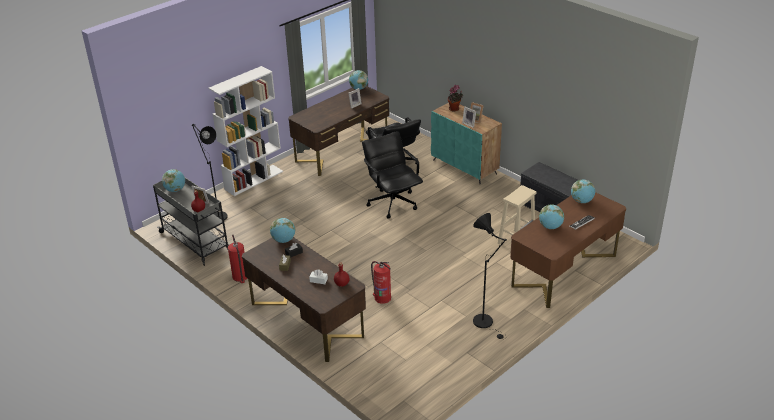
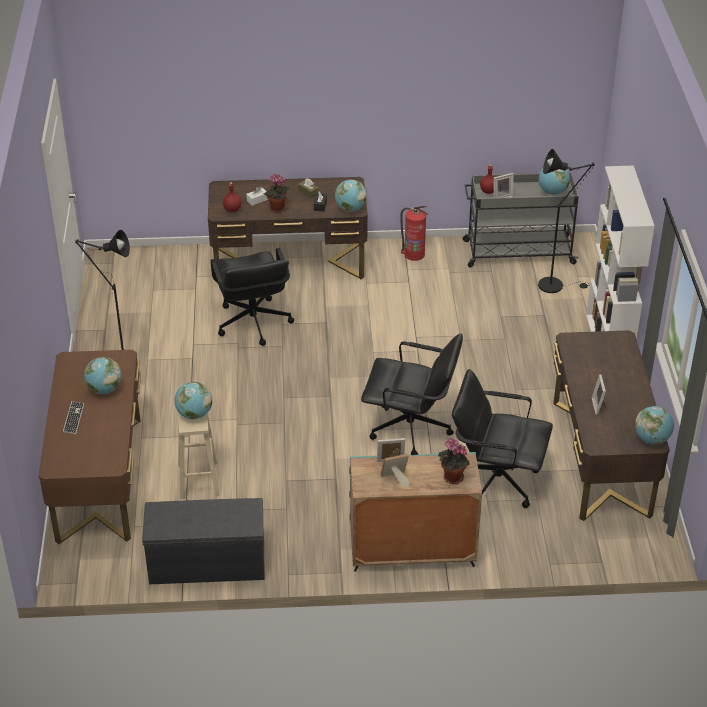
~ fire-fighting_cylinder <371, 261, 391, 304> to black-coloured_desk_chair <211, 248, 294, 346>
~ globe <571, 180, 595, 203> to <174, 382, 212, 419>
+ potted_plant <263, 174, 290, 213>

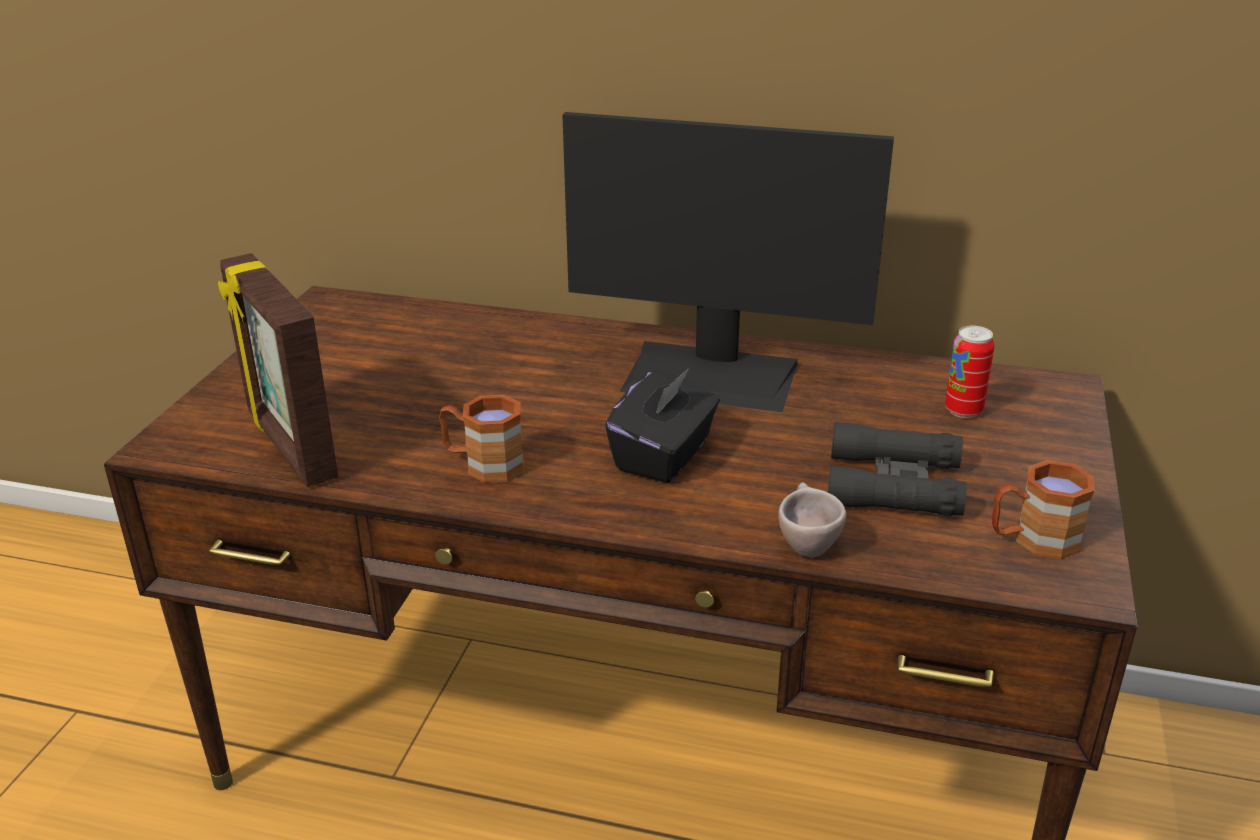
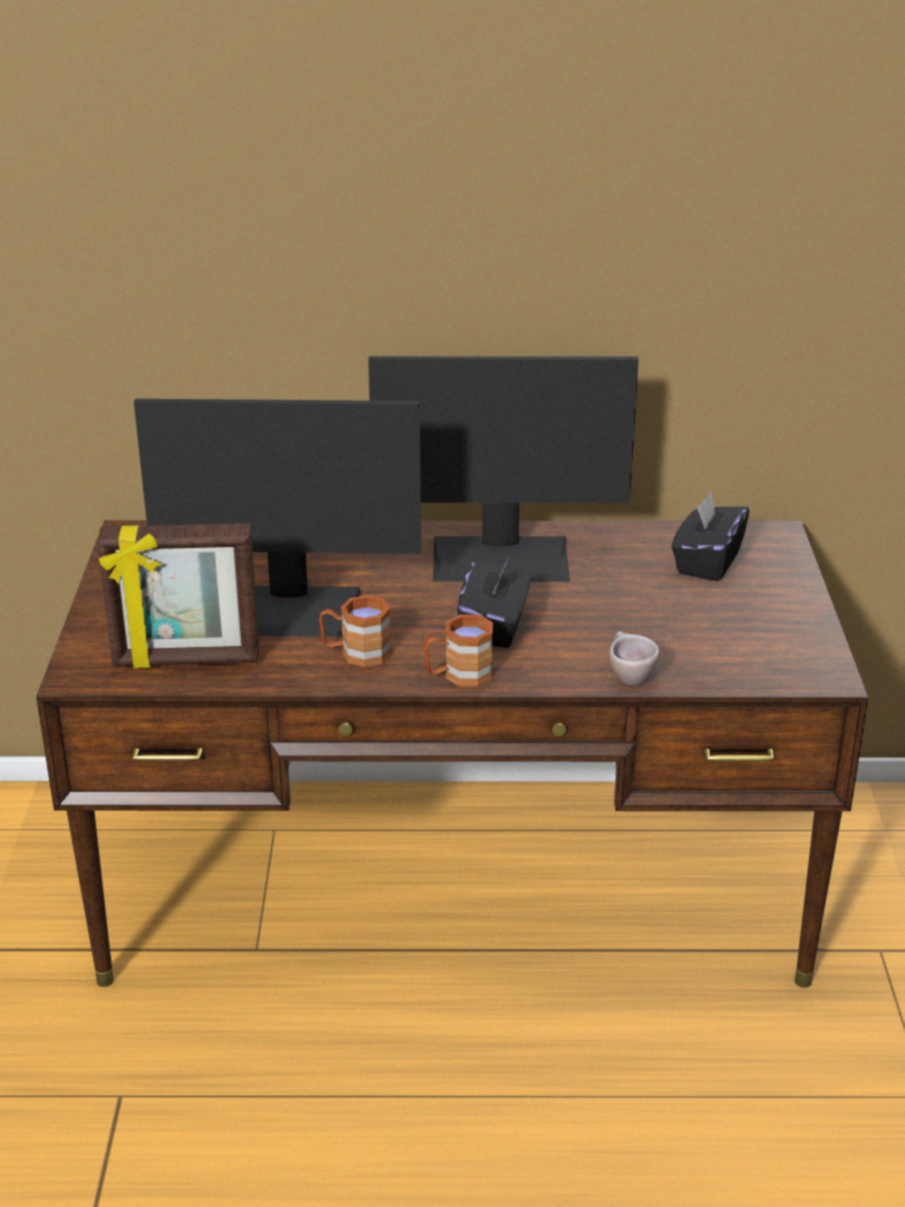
~ standing_frame <218, 253, 338, 487> = <97, 523, 259, 669> 45 degrees counterclockwise
- black-coloured_pair_of_binoculars <828, 422, 967, 516>
~ can <945, 326, 994, 418> to black-coloured_tissue_box <671, 492, 750, 581>
~ brown_tea_mug <992, 460, 1094, 560> to <424, 614, 493, 687>
+ computer_screen <134, 399, 421, 637>

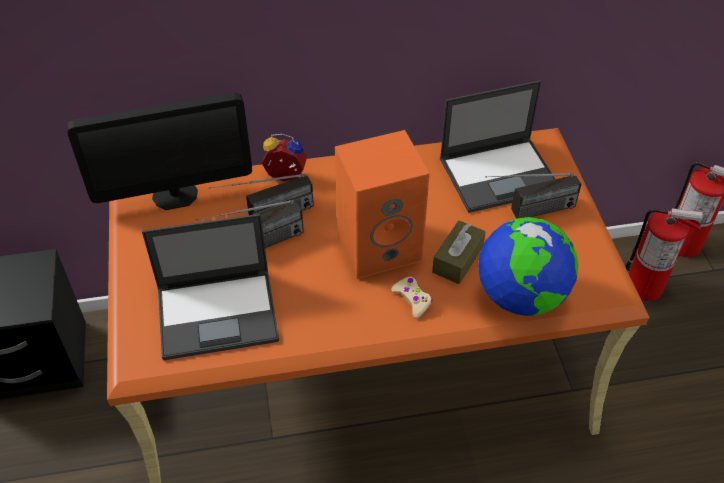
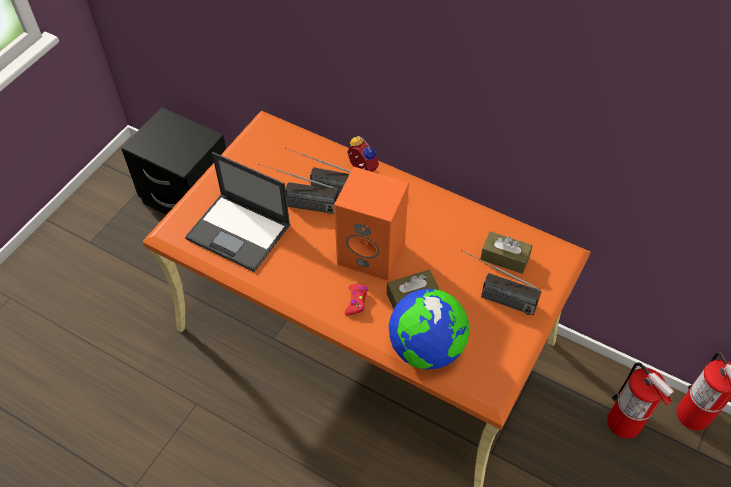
- computer_screen <67, 93, 252, 210>
~ beige_gamepad <391, 277, 432, 318> to red_gamepad <345, 284, 367, 316>
~ notebook_computer <440, 81, 555, 213> to brown_tissue_box <480, 231, 532, 274>

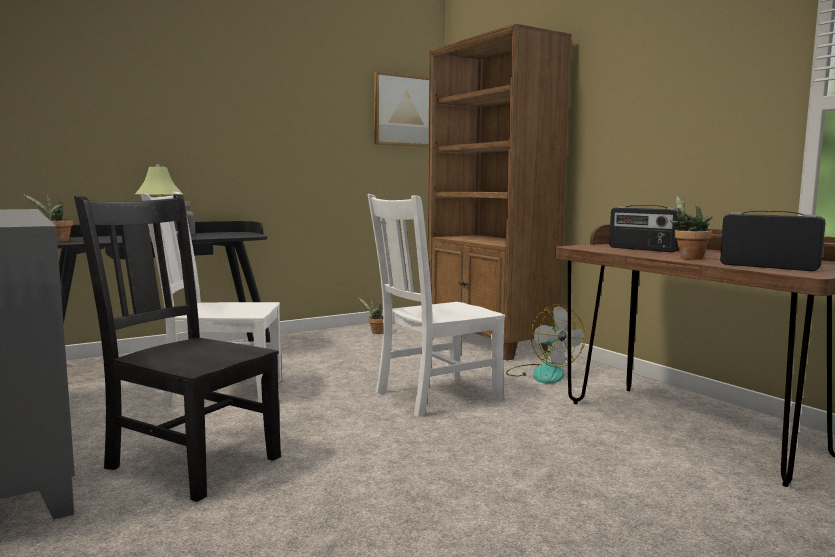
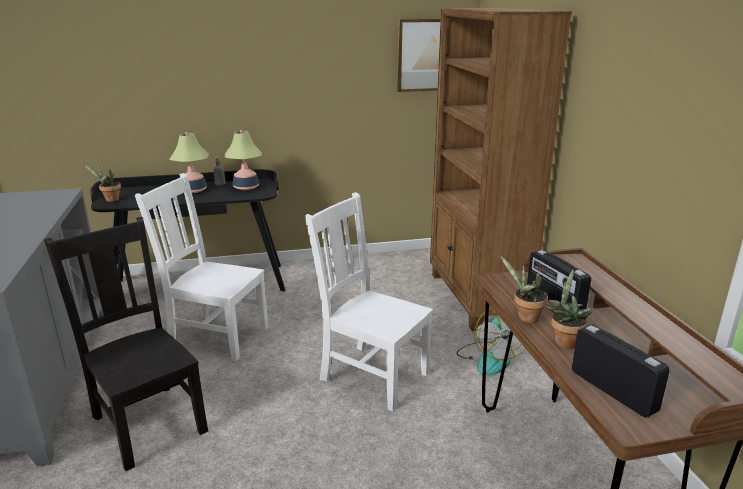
~ potted_plant <358, 297, 383, 334> to <500, 255, 548, 323>
~ white_chair <368, 194, 505, 417> = <305, 192, 433, 411> 45 degrees clockwise
+ table_lamp <225, 130, 262, 190>

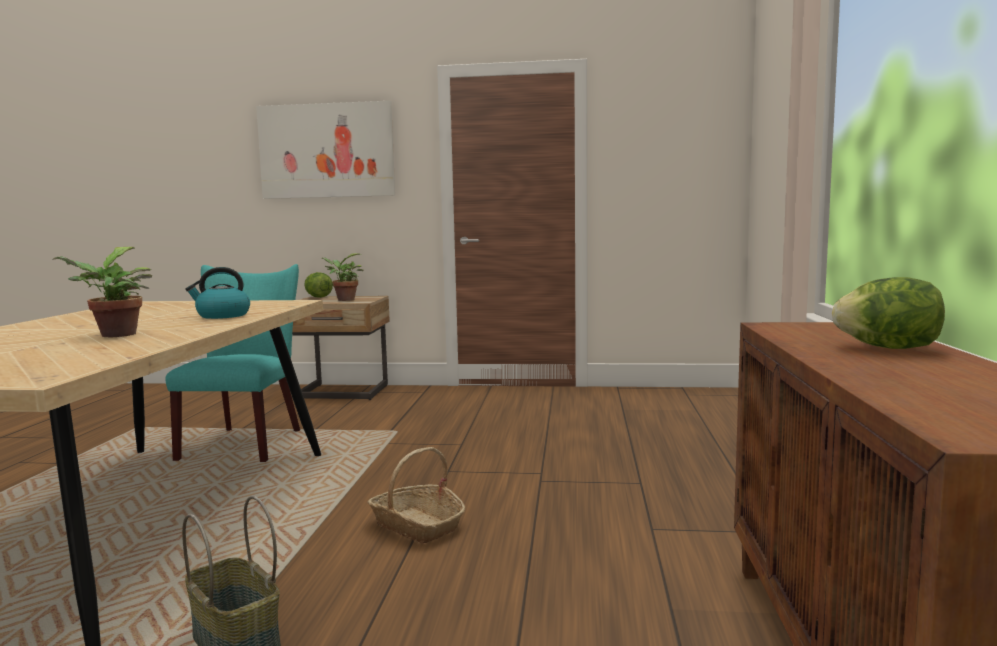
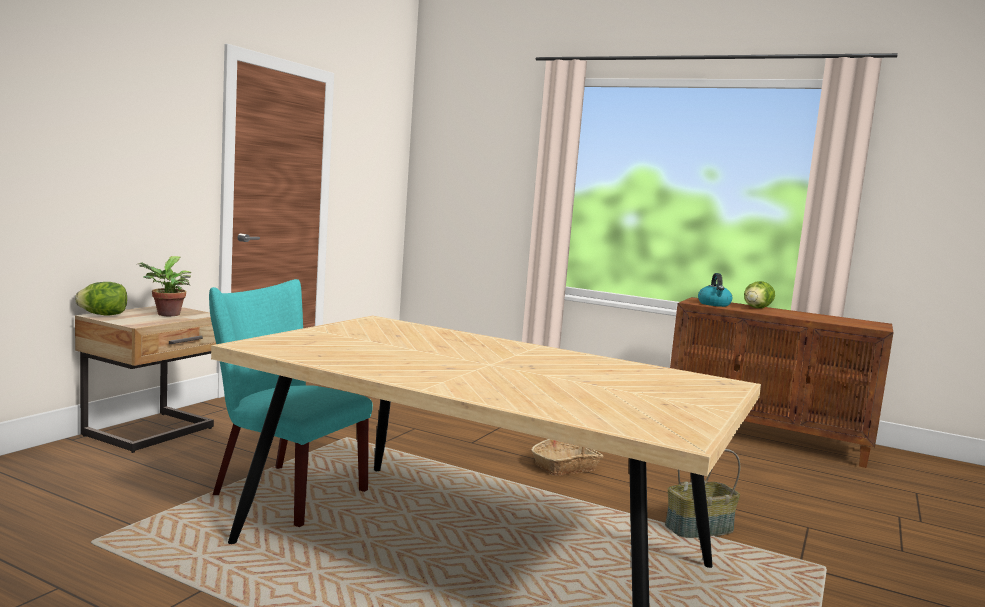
- potted_plant <52, 247, 153, 337>
~ tea_kettle <185, 267, 250, 319> to <698, 273, 732, 307>
- picture <256, 101, 395, 199>

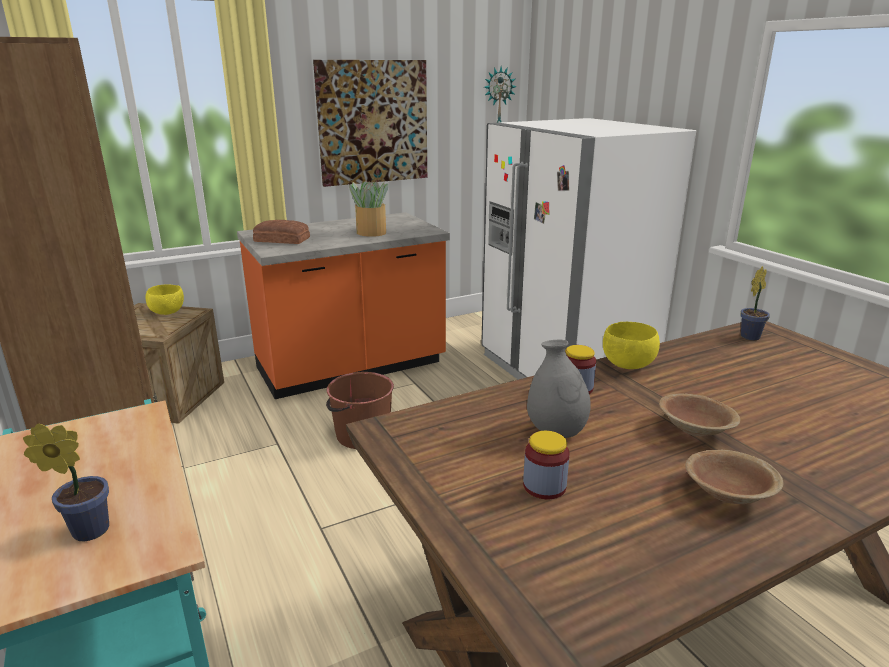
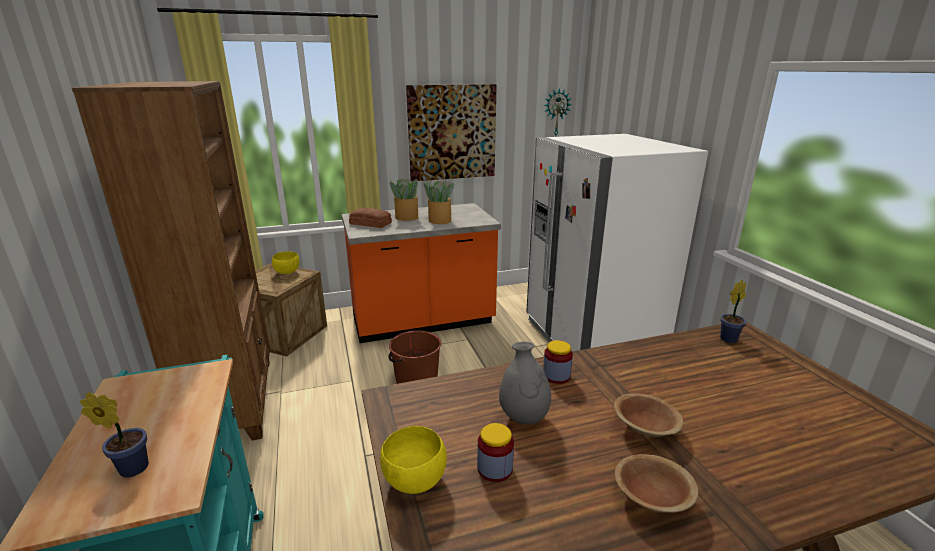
~ yellow-coloured_deep_dish <603, 322, 660, 369> to <380, 426, 447, 494>
+ potted_plant <390, 178, 418, 221>

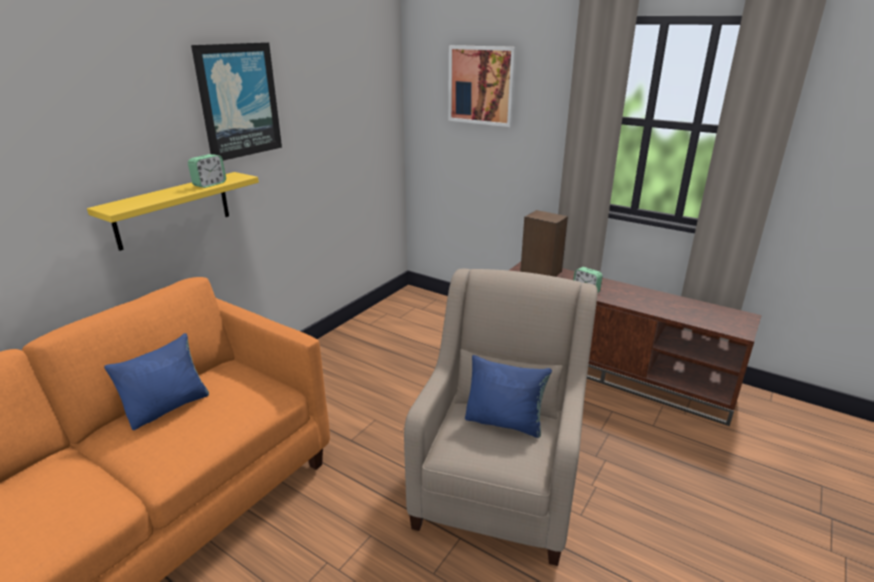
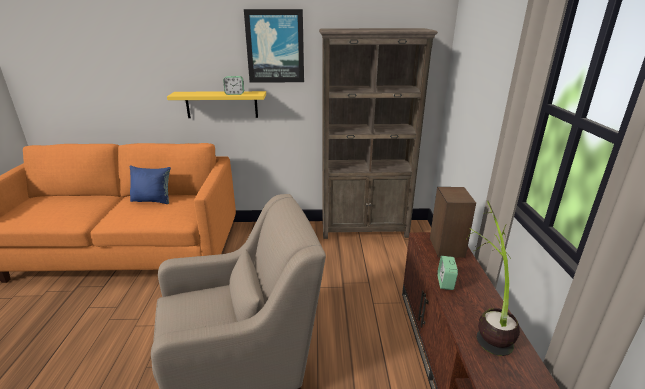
- picture <448, 45, 517, 127>
- blue_pillow <465, 355, 552, 438>
+ brown_bookshelf <319, 28, 438, 239>
+ potted_plant <467, 201, 520, 356>

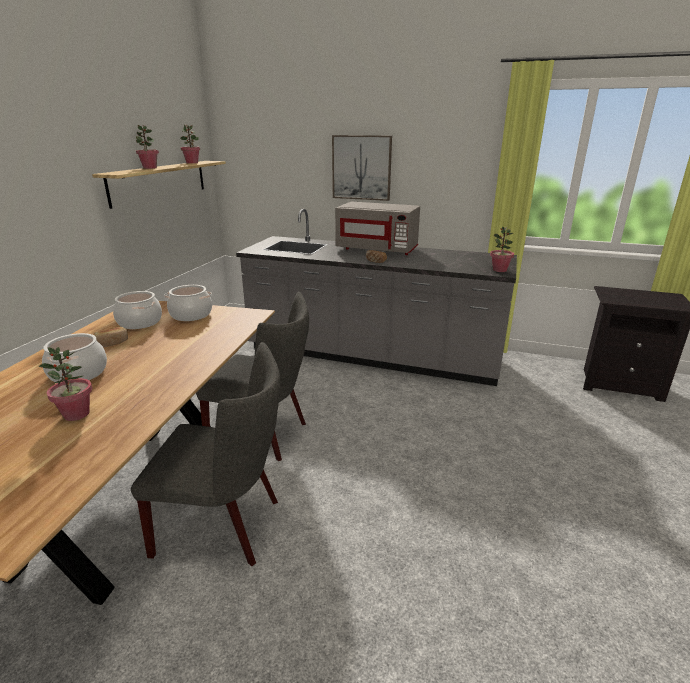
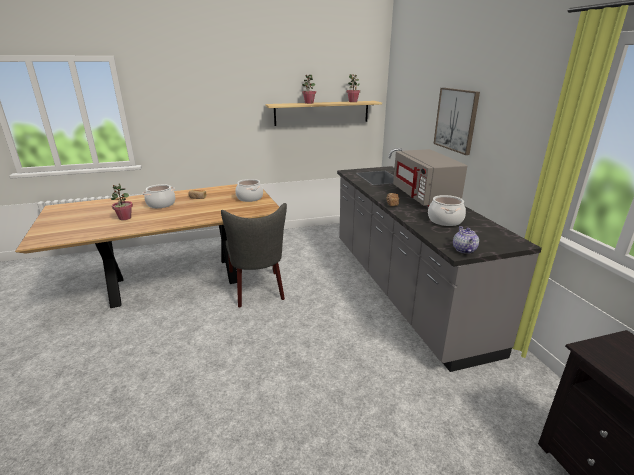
~ cooking_pot <113, 291, 162, 329> to <428, 195, 466, 226>
- grey_chair <131, 342, 281, 566>
~ potted_plant <490, 226, 514, 272> to tea_pot <453, 226, 479, 254>

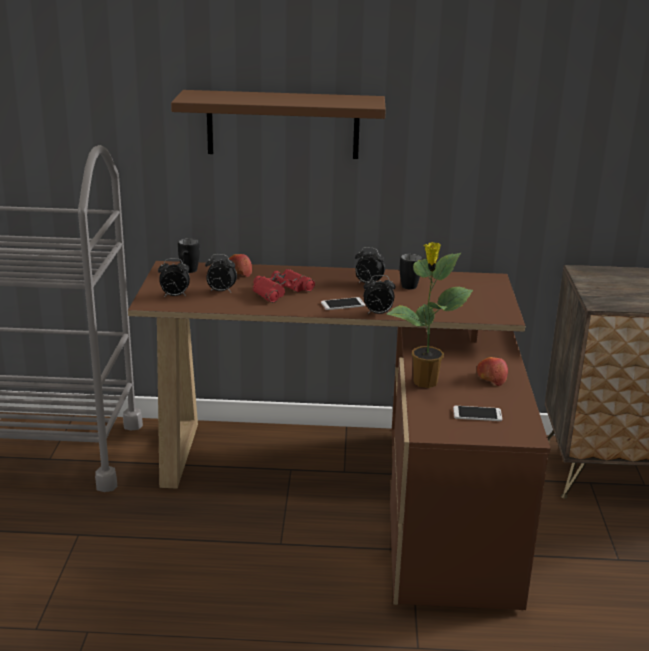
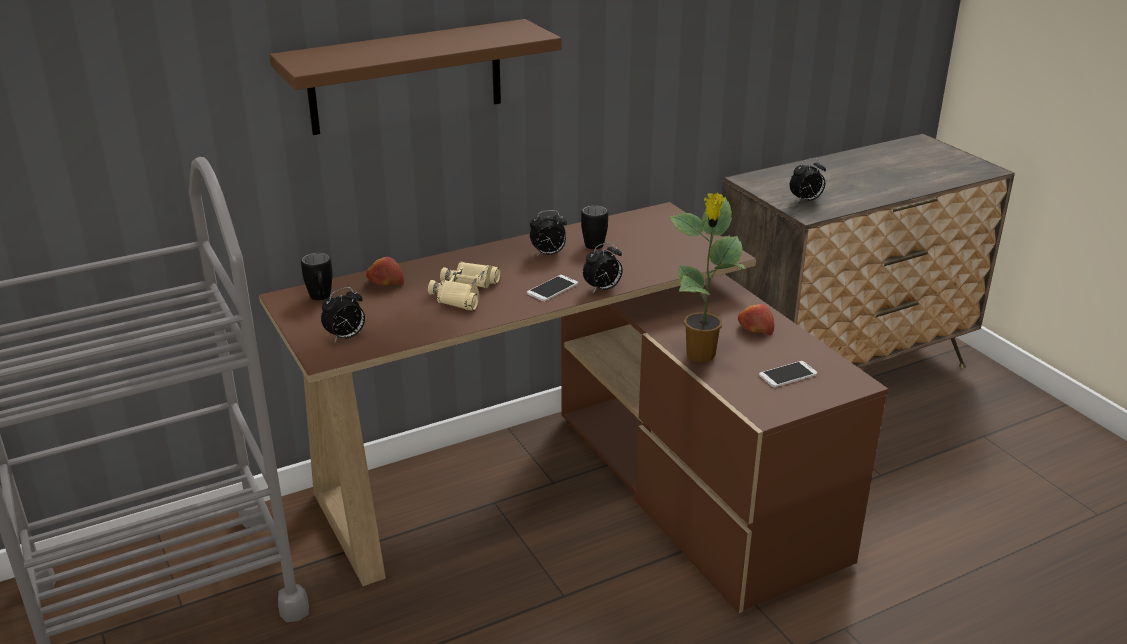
~ table_clock <205, 254, 237, 292> to <790, 158, 826, 203>
~ red_pair_of_binoculars <252, 269, 315, 303> to beige_pair_of_binoculars <428, 262, 501, 311>

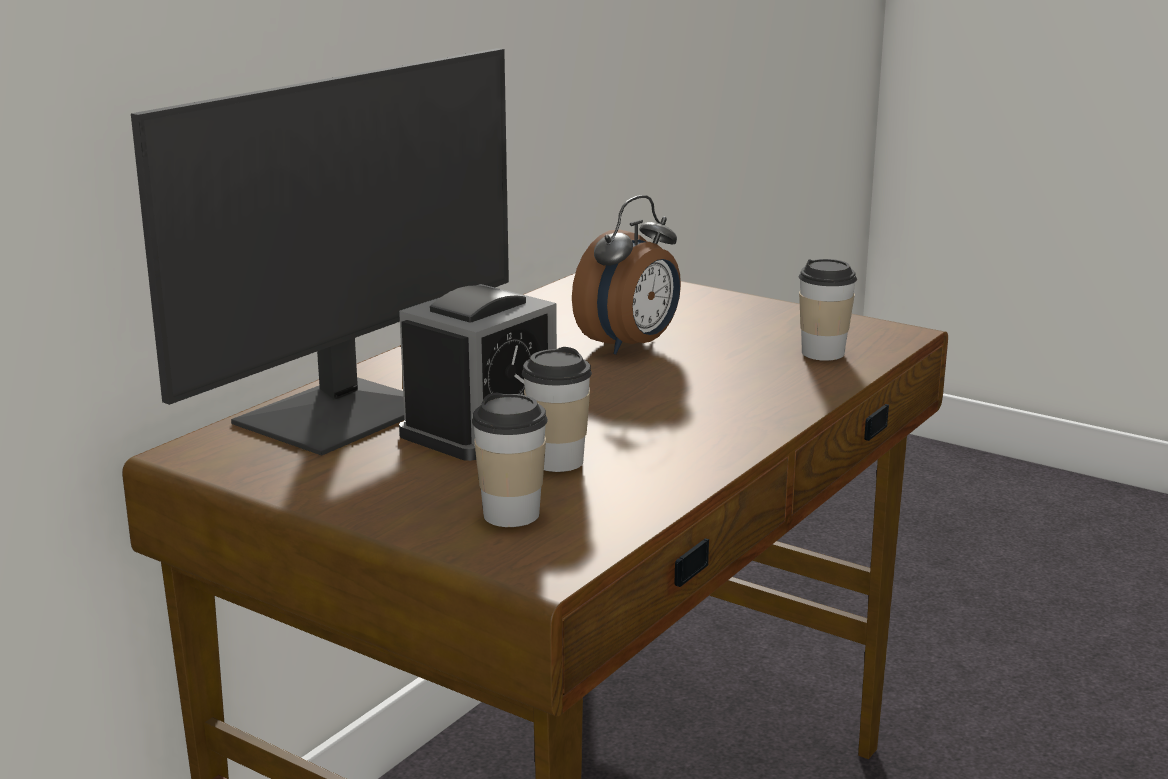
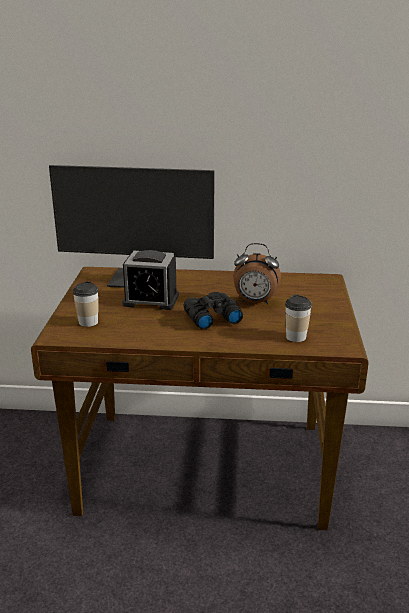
- cup <522, 347, 592, 472>
+ black-coloured_pair_of_binoculars <184, 292, 243, 330>

